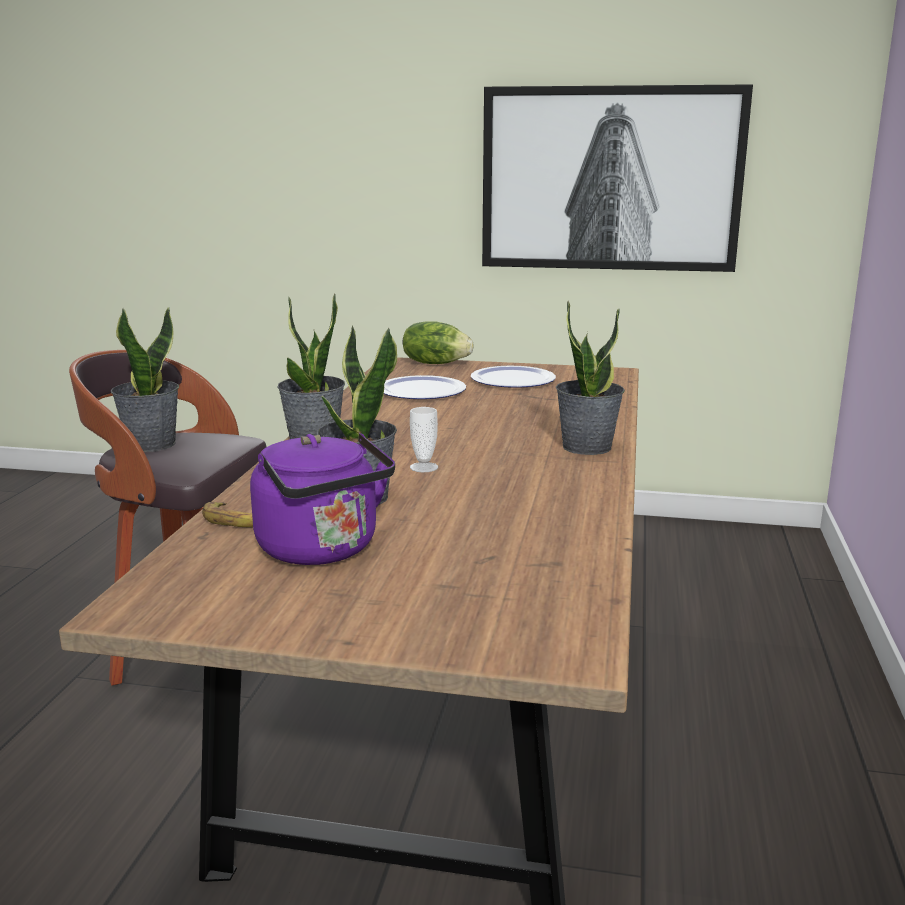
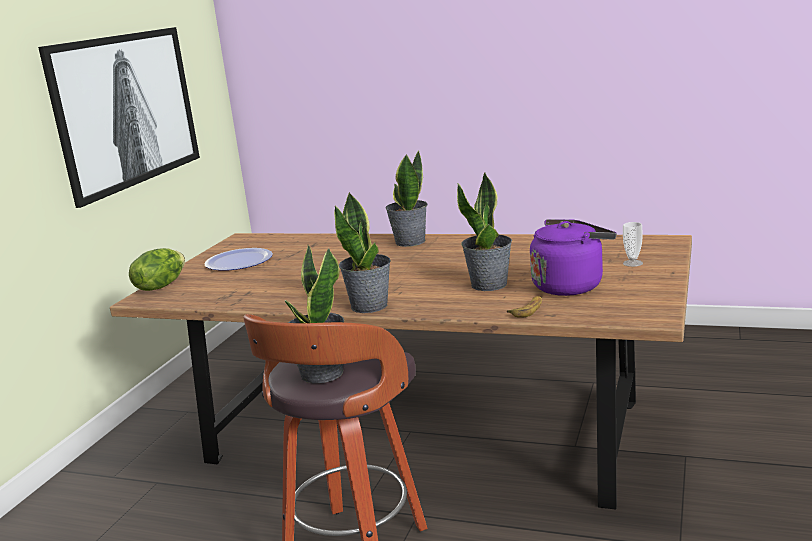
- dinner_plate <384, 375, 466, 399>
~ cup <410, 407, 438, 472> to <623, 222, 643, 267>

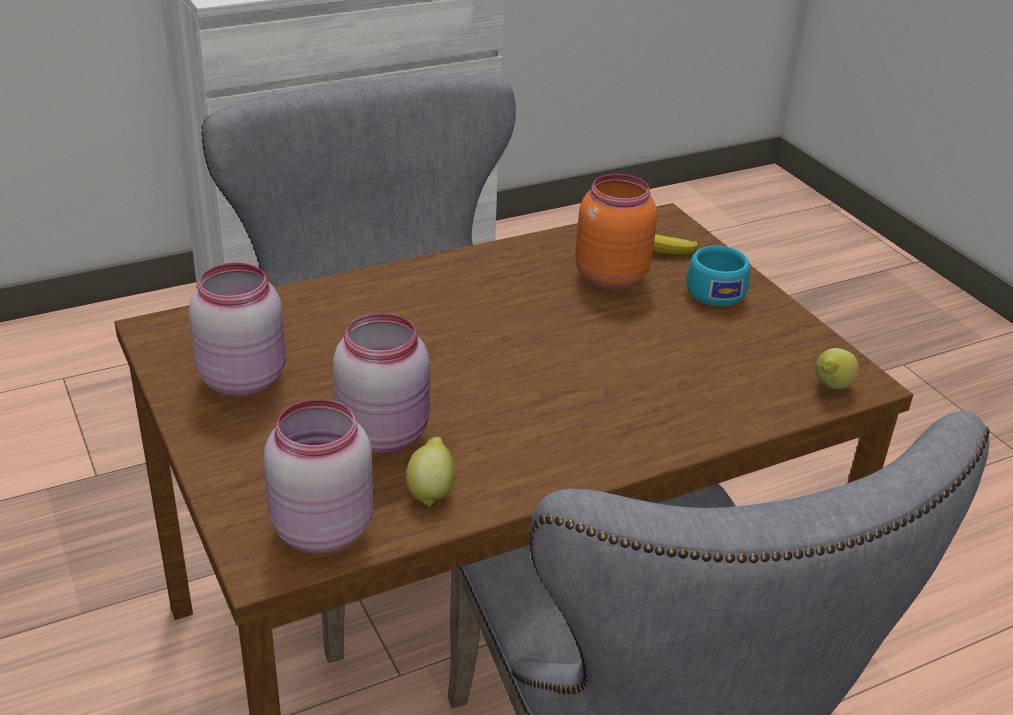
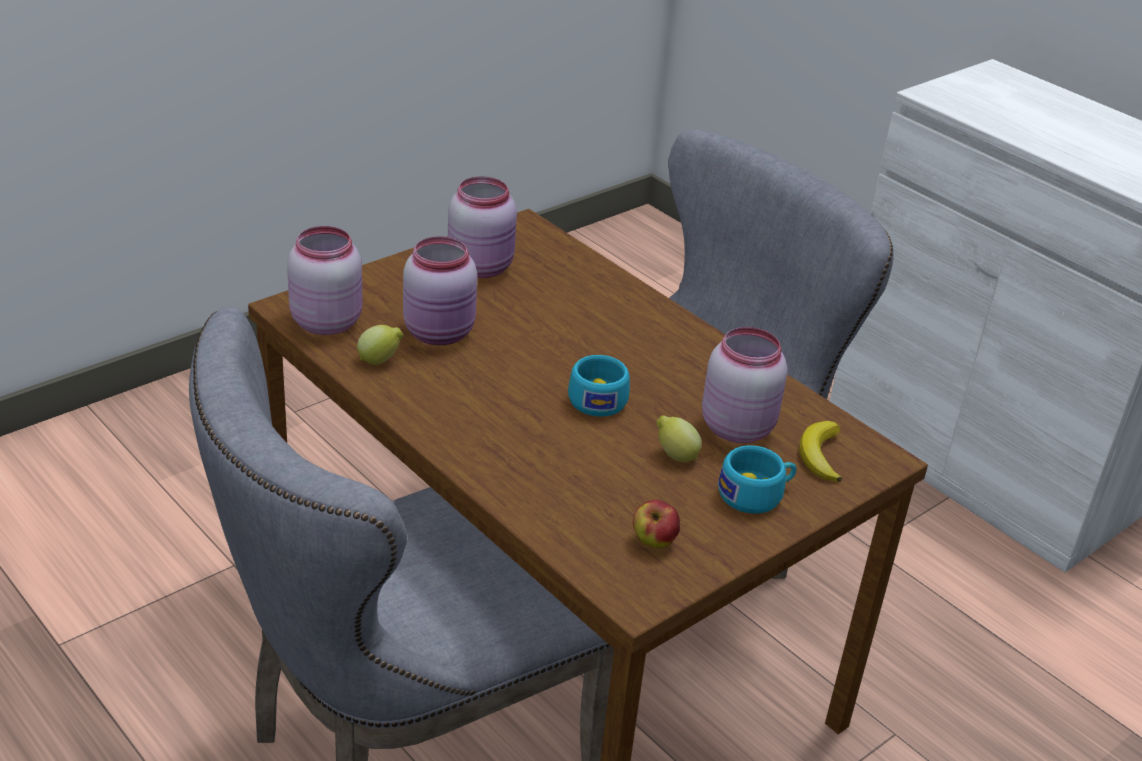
~ orange_jar <575, 173, 658, 289> to pink-coloured_jar <702, 327, 788, 443>
~ citrus_fruit <815, 348, 859, 389> to <657, 415, 702, 462>
+ turquoise-coloured_cup <568, 355, 630, 416>
+ whole_apple <633, 500, 680, 548>

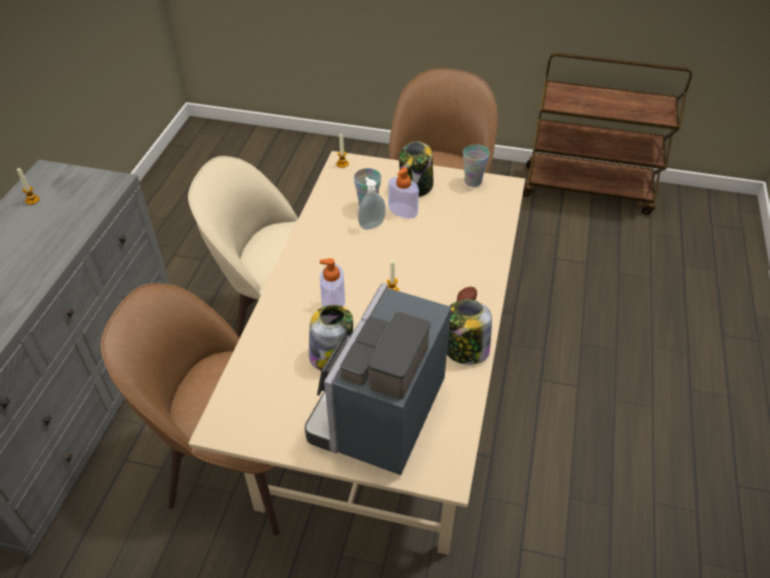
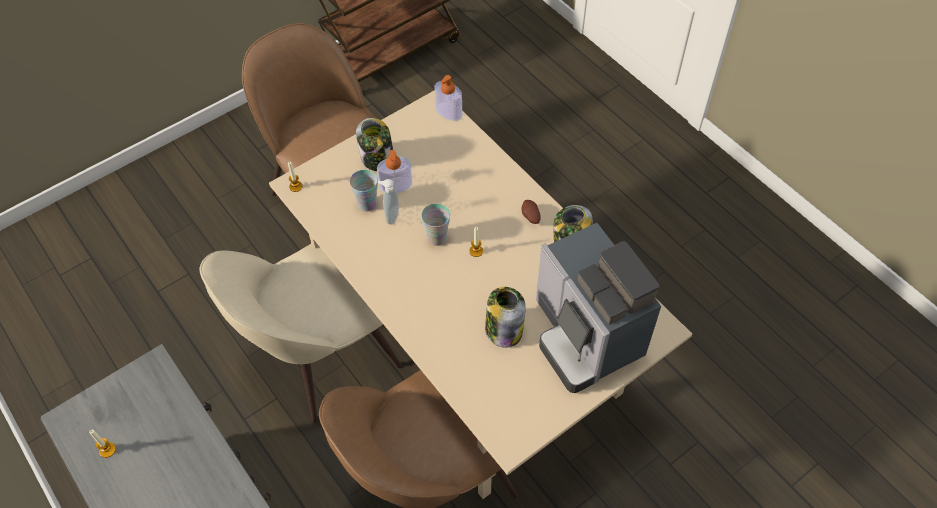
~ liquid_soap_bottle <320, 258, 345, 307> to <434, 75, 462, 121>
~ cup <463, 144, 490, 187> to <421, 204, 450, 246>

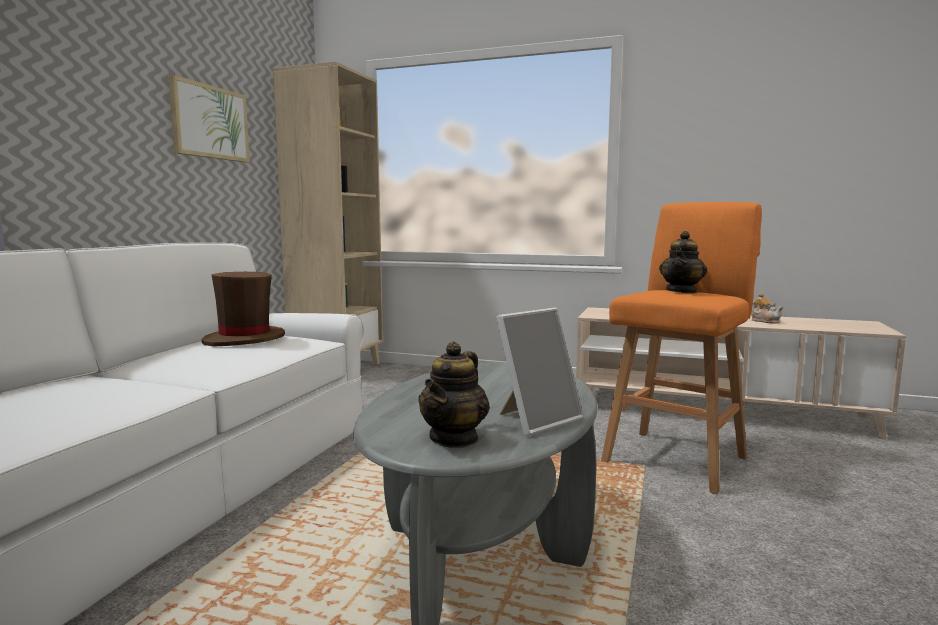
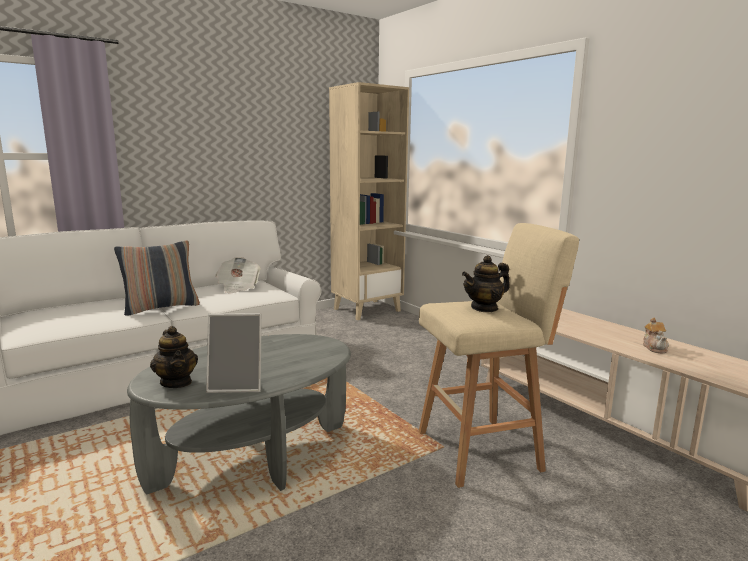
- picture <168, 75, 250, 163>
~ brown_clothing_hat <202, 272, 285, 347> to daily_paper <215, 257, 261, 293>
~ tea_pot <418, 341, 490, 448> = <150, 326, 198, 388> 90 degrees counterclockwise
~ orange_sitting_stool <601, 202, 762, 494> to beige_sitting_stool <419, 223, 579, 488>
+ pillow <114, 240, 200, 316>

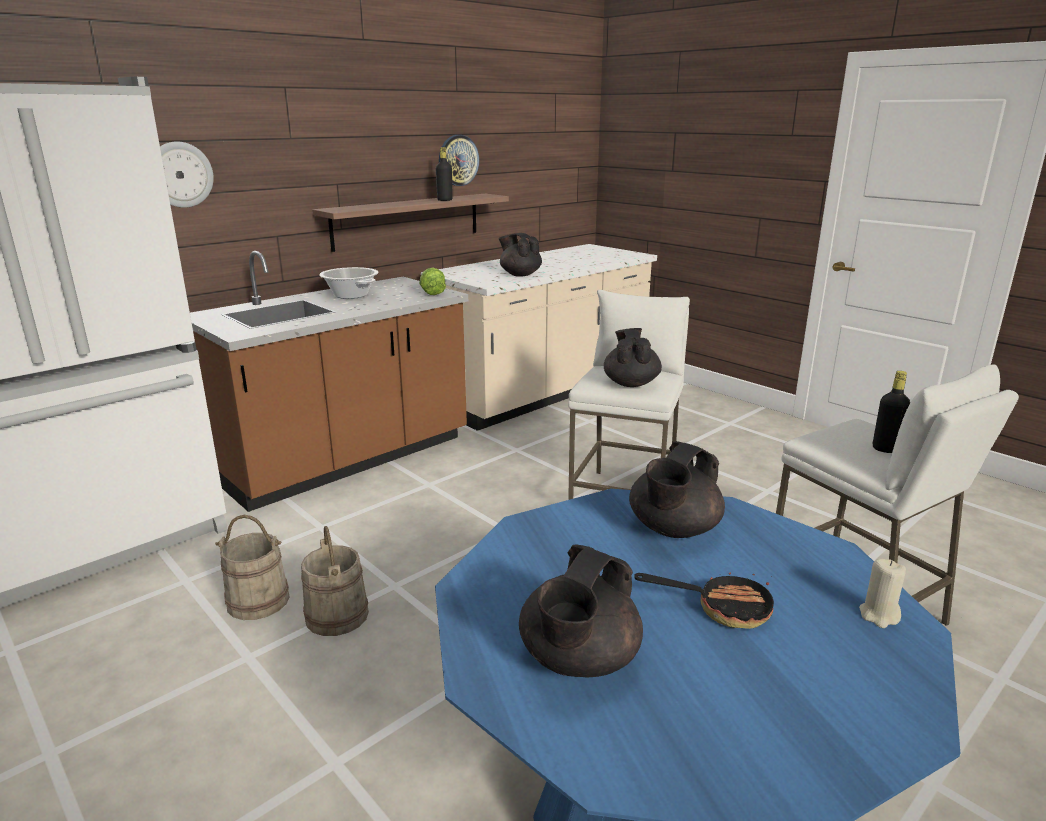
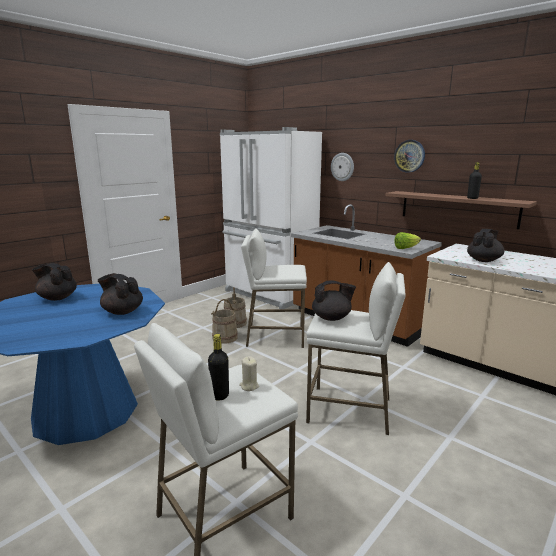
- cooking_pot <319, 267, 378, 299>
~ clock_on_the_wall <439, 135, 479, 186> to <394, 140, 425, 173>
- pan <634, 572, 774, 629>
~ beige_wax_candle <859, 559, 906, 628> to <239, 356, 259, 391>
+ white_sitting_stool <241, 228, 307, 348>

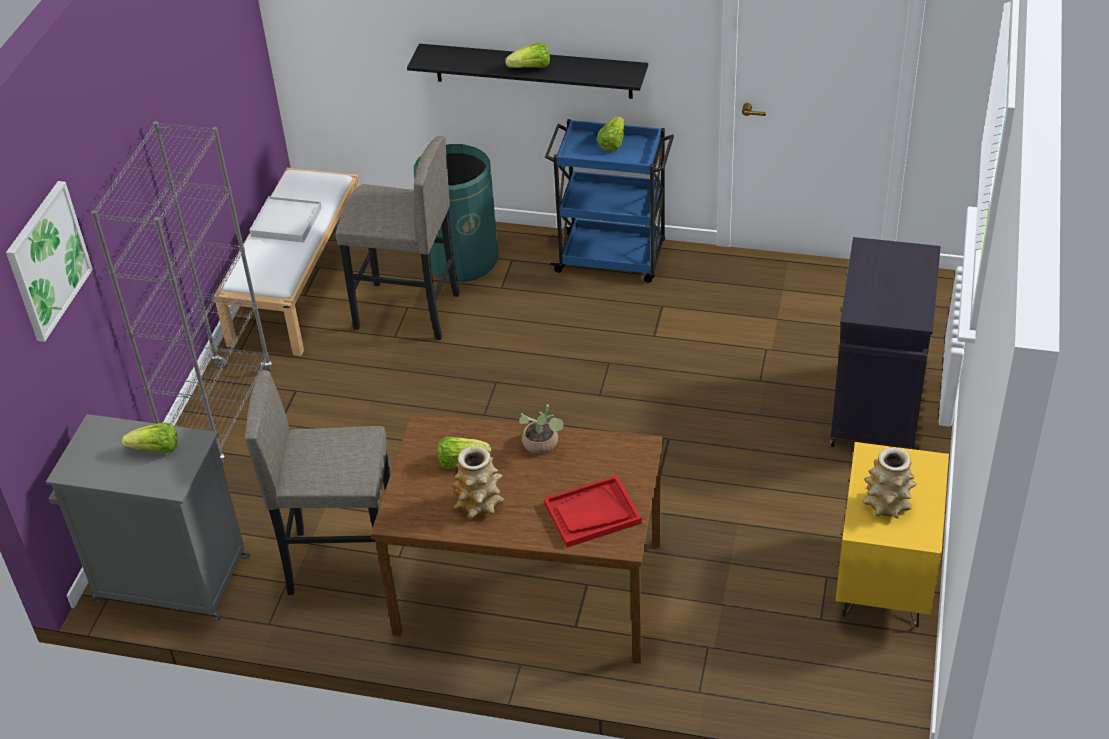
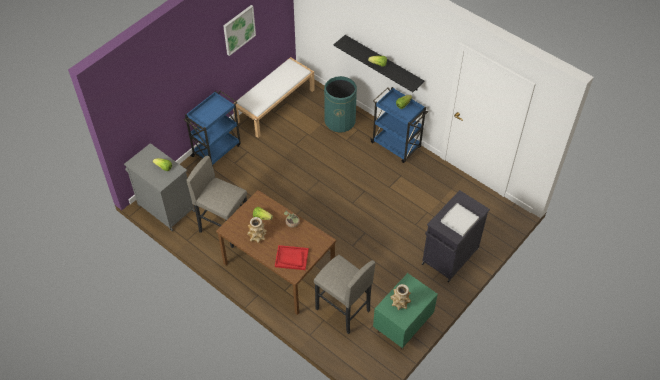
~ picture <6, 181, 93, 342> to <223, 5, 256, 56>
~ grey_bookshelf <91, 121, 272, 465> to blue_trolley <183, 91, 241, 166>
~ white_serving_tray <250, 196, 322, 243> to <441, 203, 479, 236>
~ grey_sitting_stool <336, 136, 460, 340> to <314, 255, 376, 334>
~ yellow-coloured_bedside_table <835, 442, 949, 627> to green_bedside_table <373, 273, 438, 349>

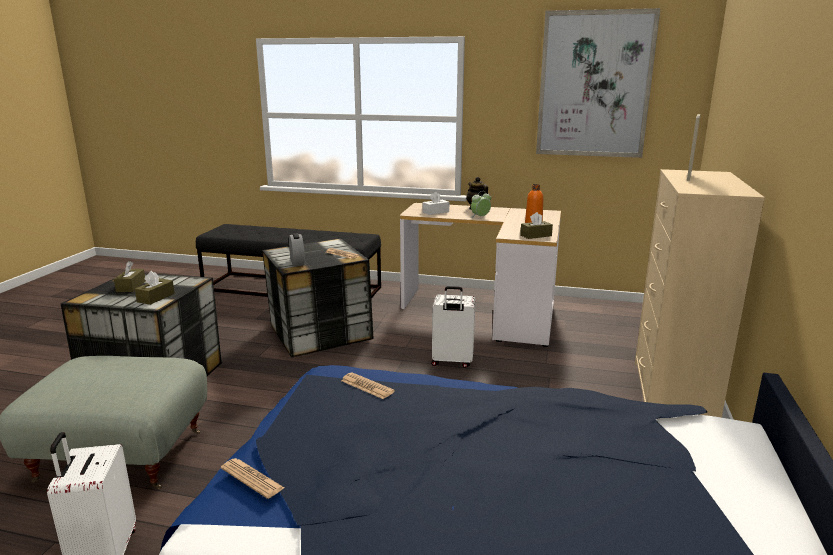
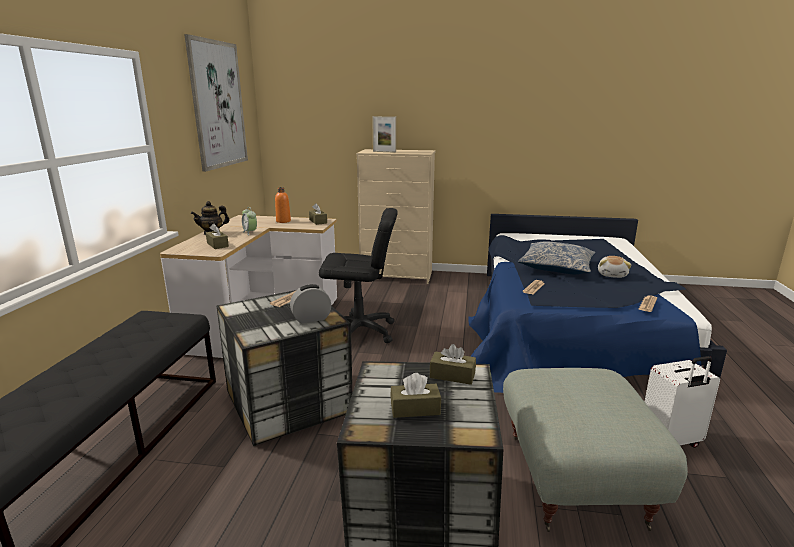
~ white_tissue_box <422, 192, 449, 215> to brown_tissue_box <206, 223, 229, 249>
~ white_piece_of_luggage <431, 286, 475, 368> to black-coloured_desk_chair <319, 208, 398, 343>
+ pillow <518, 242, 596, 274>
+ soft_toy <598, 256, 631, 278>

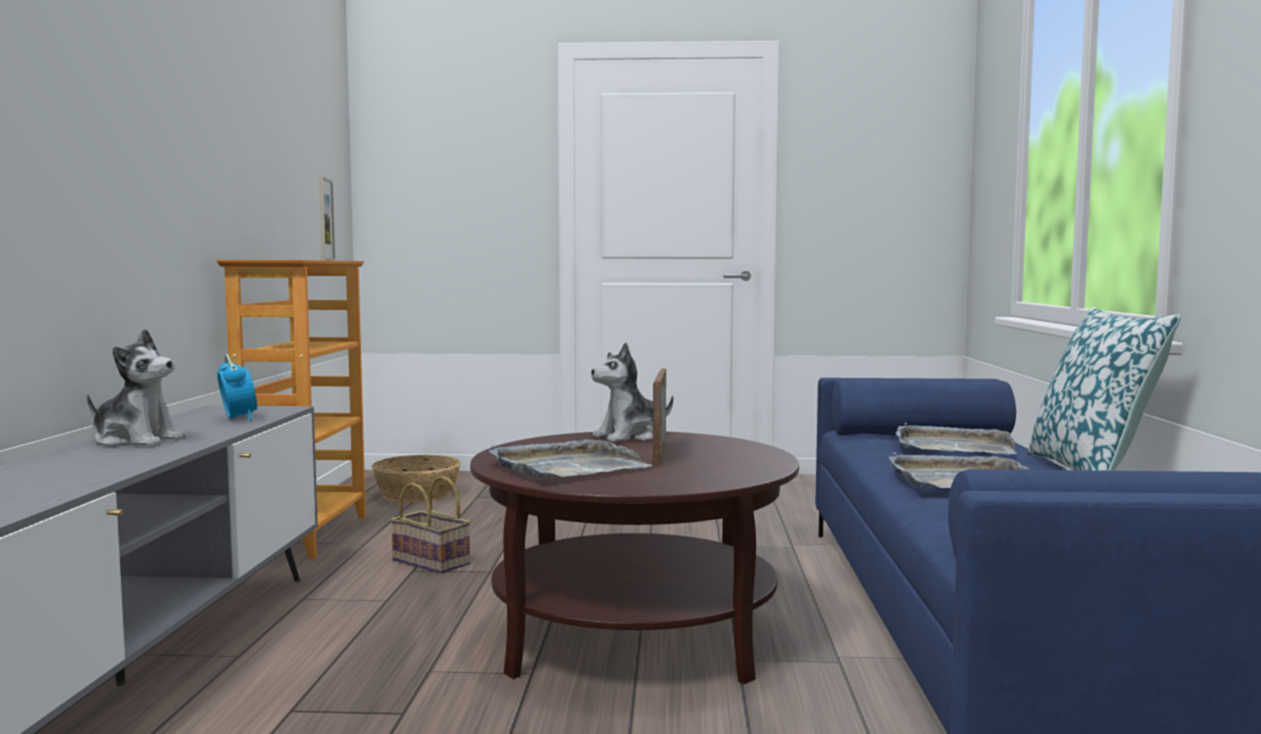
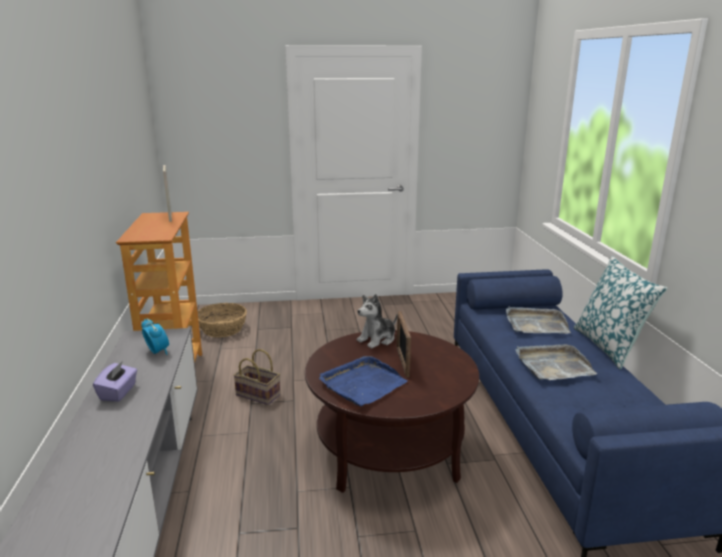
~ soft_toy <87, 329, 186, 447> to purple-coloured_tissue_box <93, 361, 137, 402>
~ grey_serving_tray <489, 439, 652, 478> to blue_serving_tray <319, 356, 408, 406>

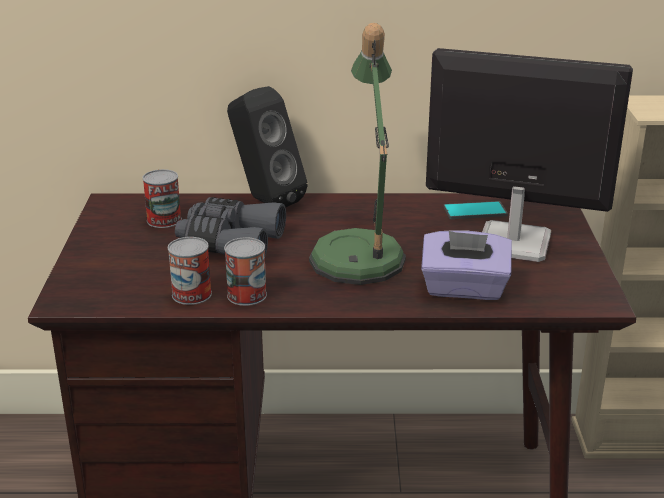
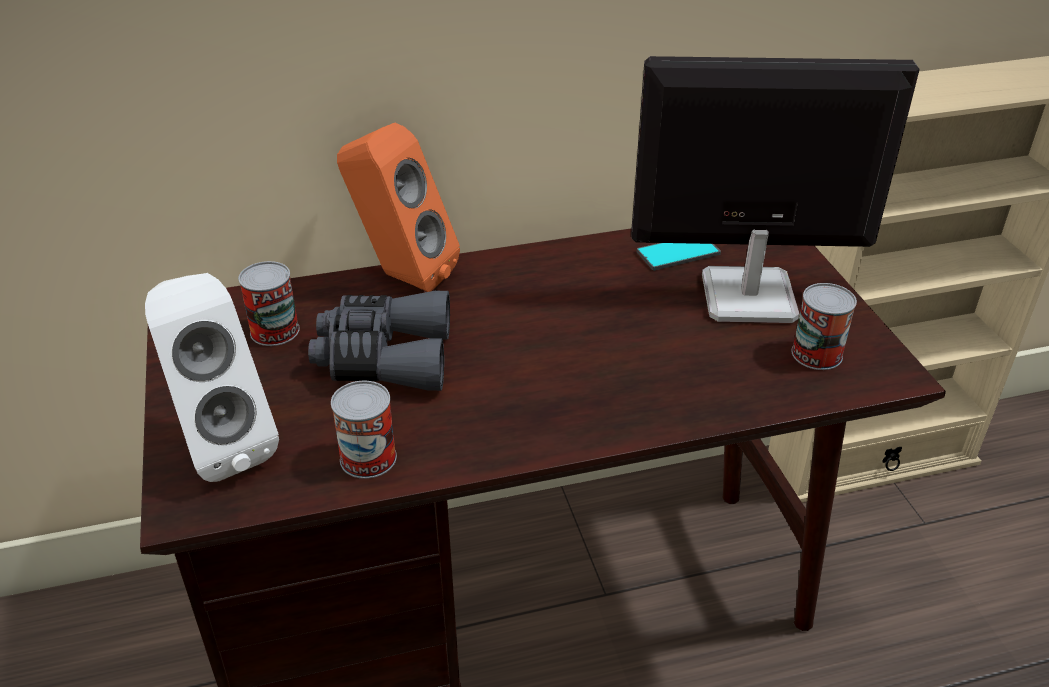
~ can <224, 237, 267, 306> to <791, 283, 857, 370>
~ black-coloured_loudspeaker <227, 86, 308, 208> to orange_loudspeaker <337, 123, 460, 292>
- table_lamp <309, 23, 406, 285>
- purple-coloured_tissue_box <421, 230, 512, 300>
+ white_loudspeaker <145, 273, 279, 482>

